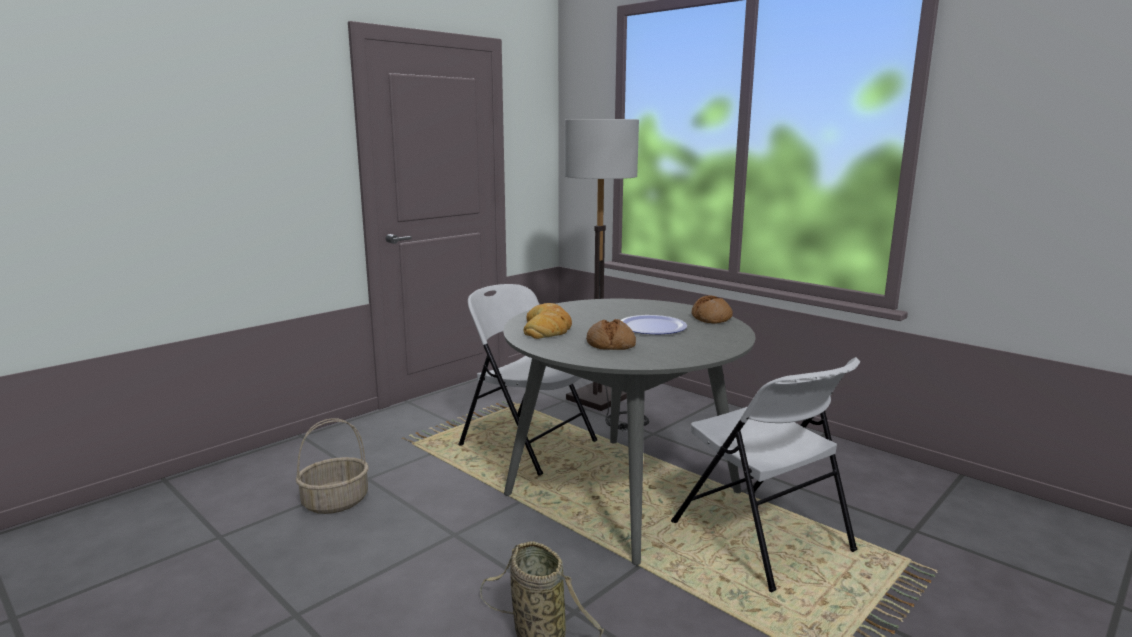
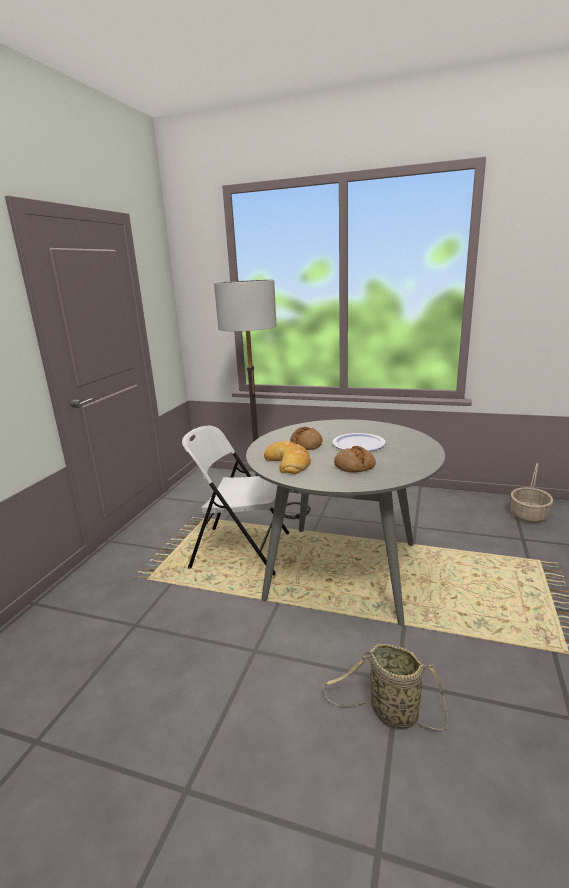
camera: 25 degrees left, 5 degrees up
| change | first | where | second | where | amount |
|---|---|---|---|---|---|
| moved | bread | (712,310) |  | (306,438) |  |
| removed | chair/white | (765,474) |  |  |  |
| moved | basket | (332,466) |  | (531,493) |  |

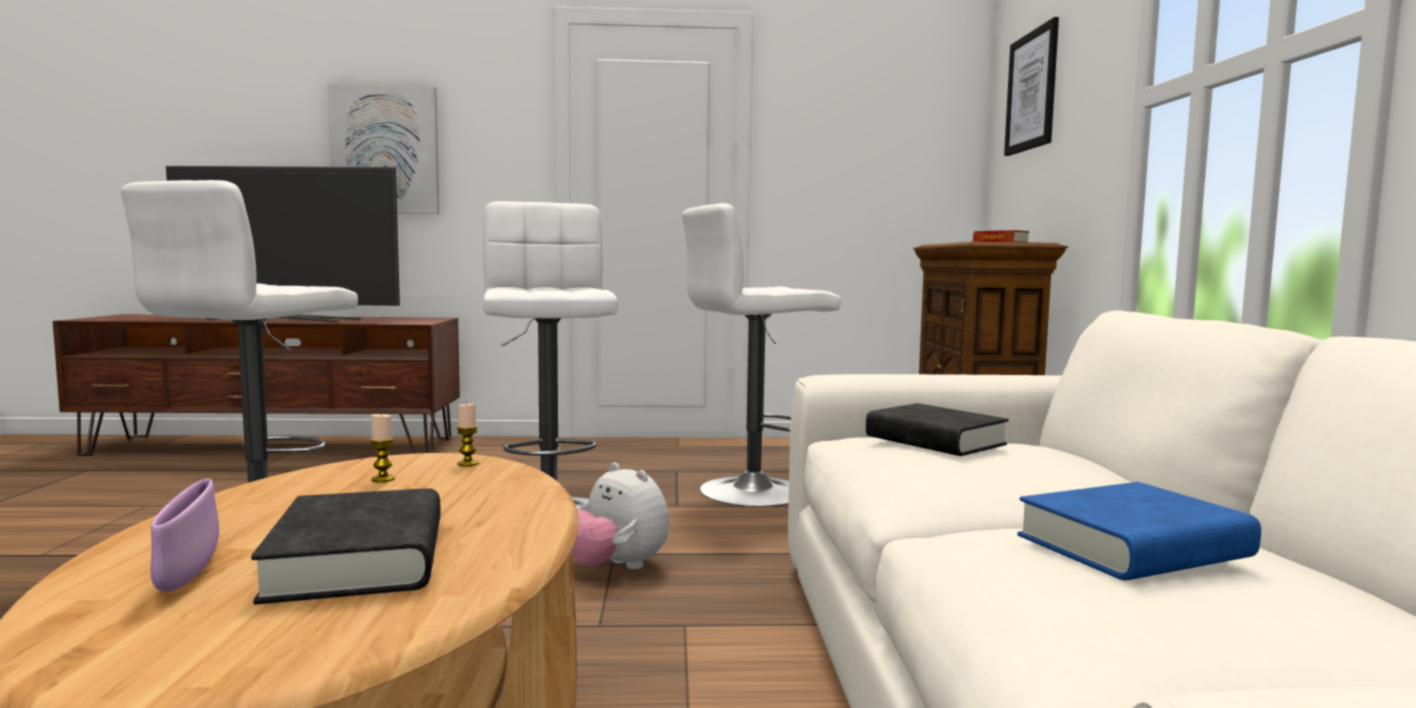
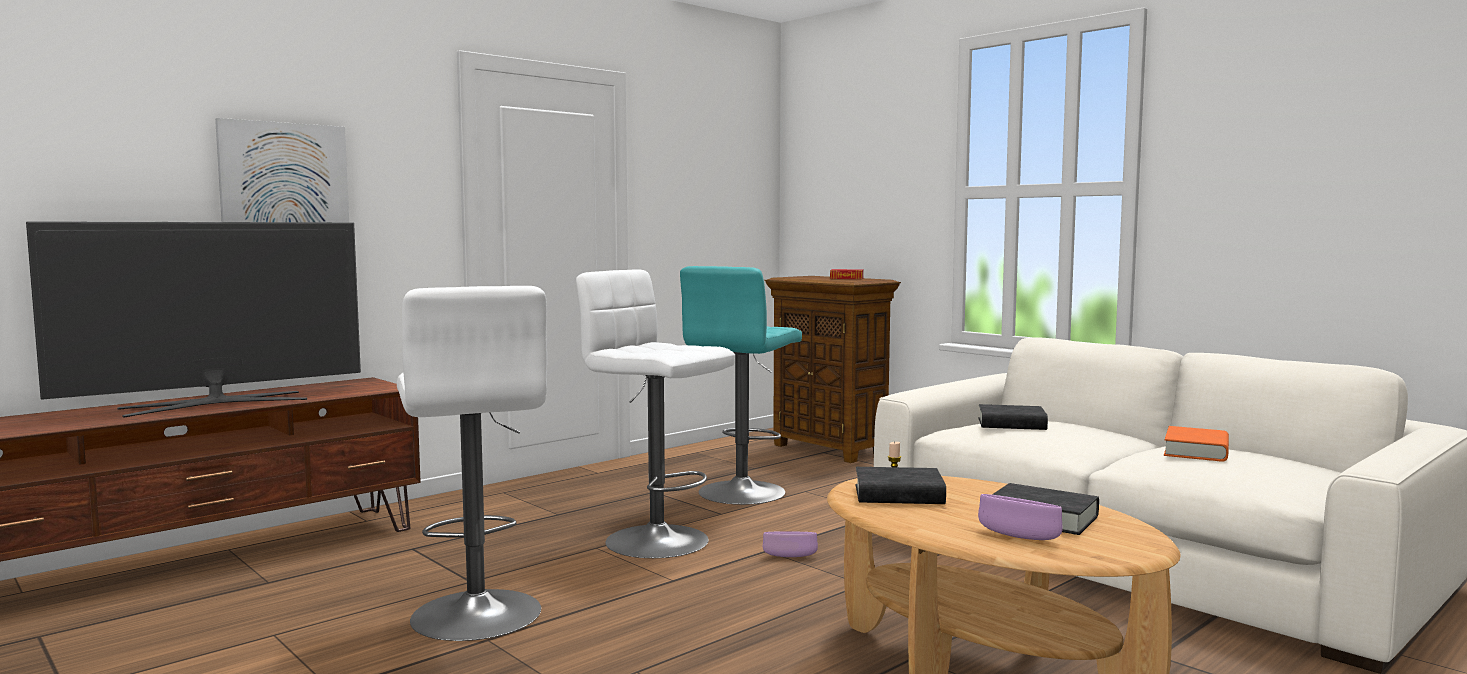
camera: 40 degrees left, 0 degrees up
| change | first | where | second | where | amount |
|---|---|---|---|---|---|
| removed | picture | (1031,86) |  |  |  |
| recoloured | stool/white | (761,355) | stool/turquoise | (741,385) |  |
| replaced | candle | (382,448) | book/black | (900,485) |  |
| replaced | plush toy | (620,516) | bowl/purple | (790,544) |  |
| recoloured | book/blue | (1139,531) | book/orange | (1196,444) |  |

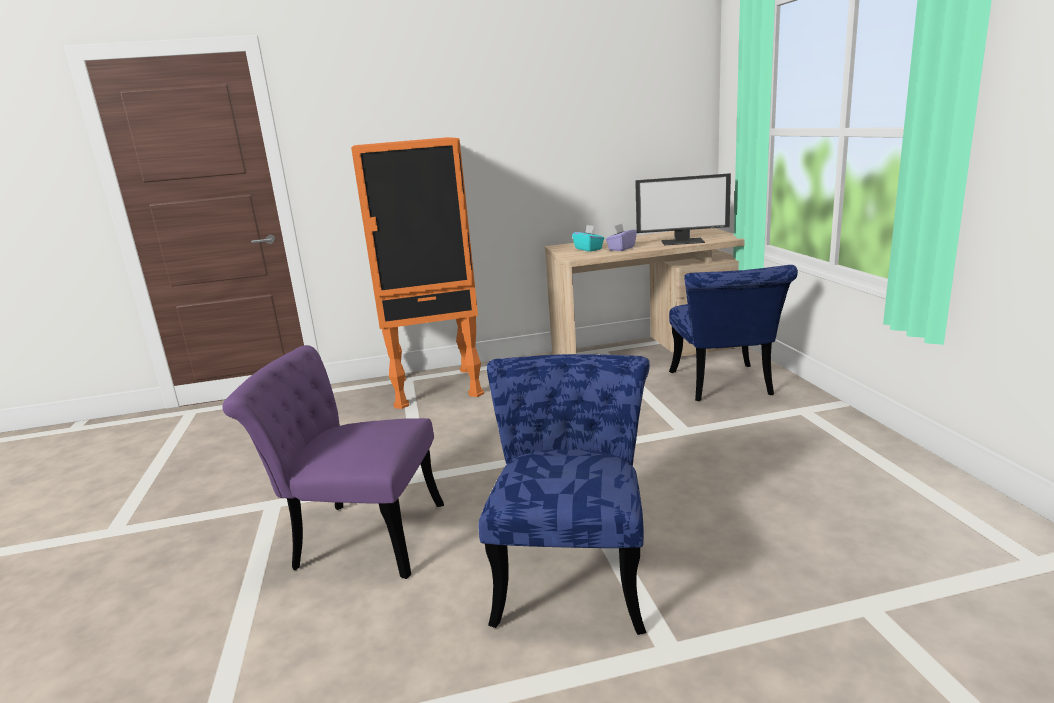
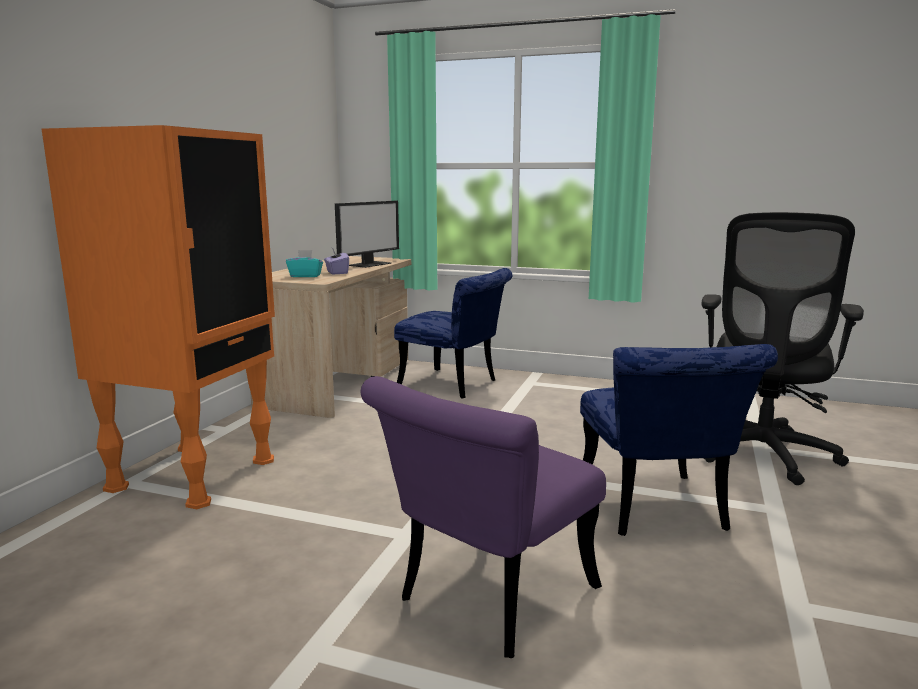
camera: 60 degrees left, 5 degrees down
| change | first | where | second | where | amount |
|---|---|---|---|---|---|
| turned | chair/blue | (564,494) |  | (679,440) | 135 degrees counterclockwise |
| added |  |  | office chair/black | (783,348) |  |

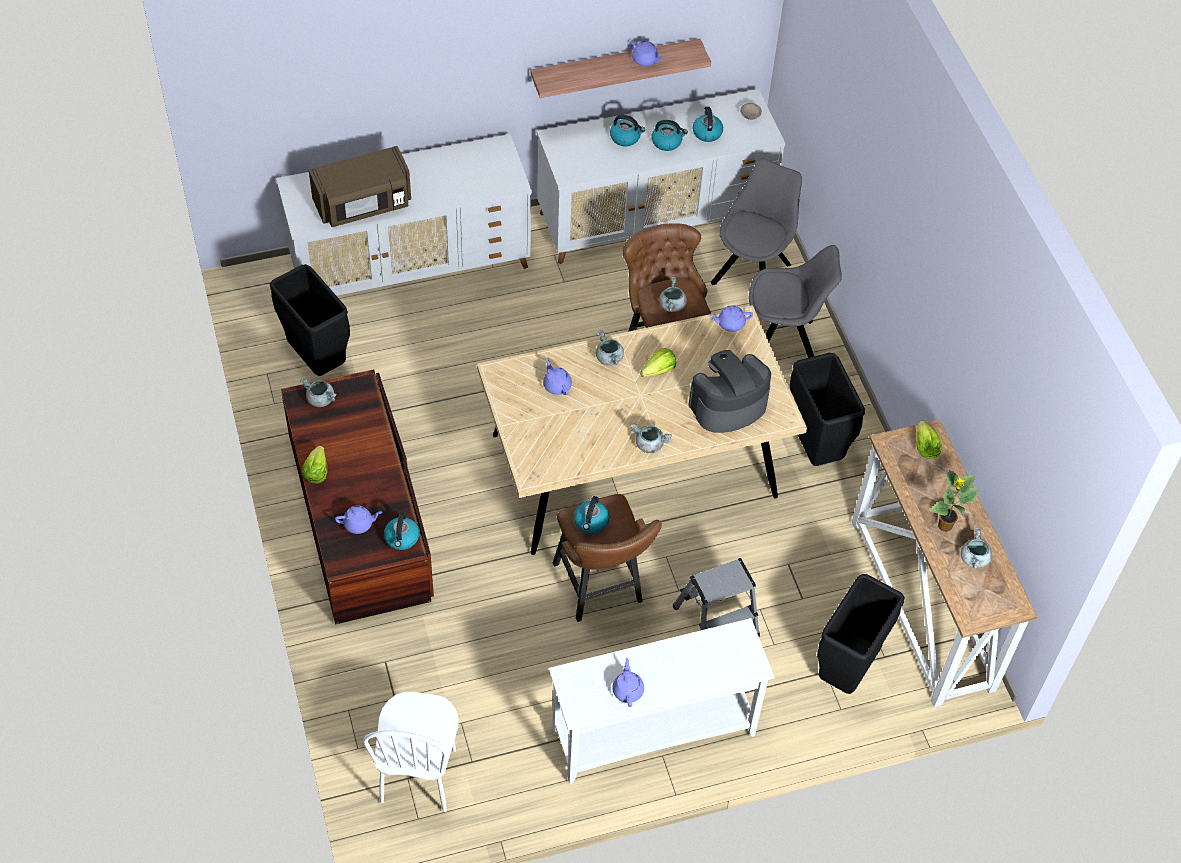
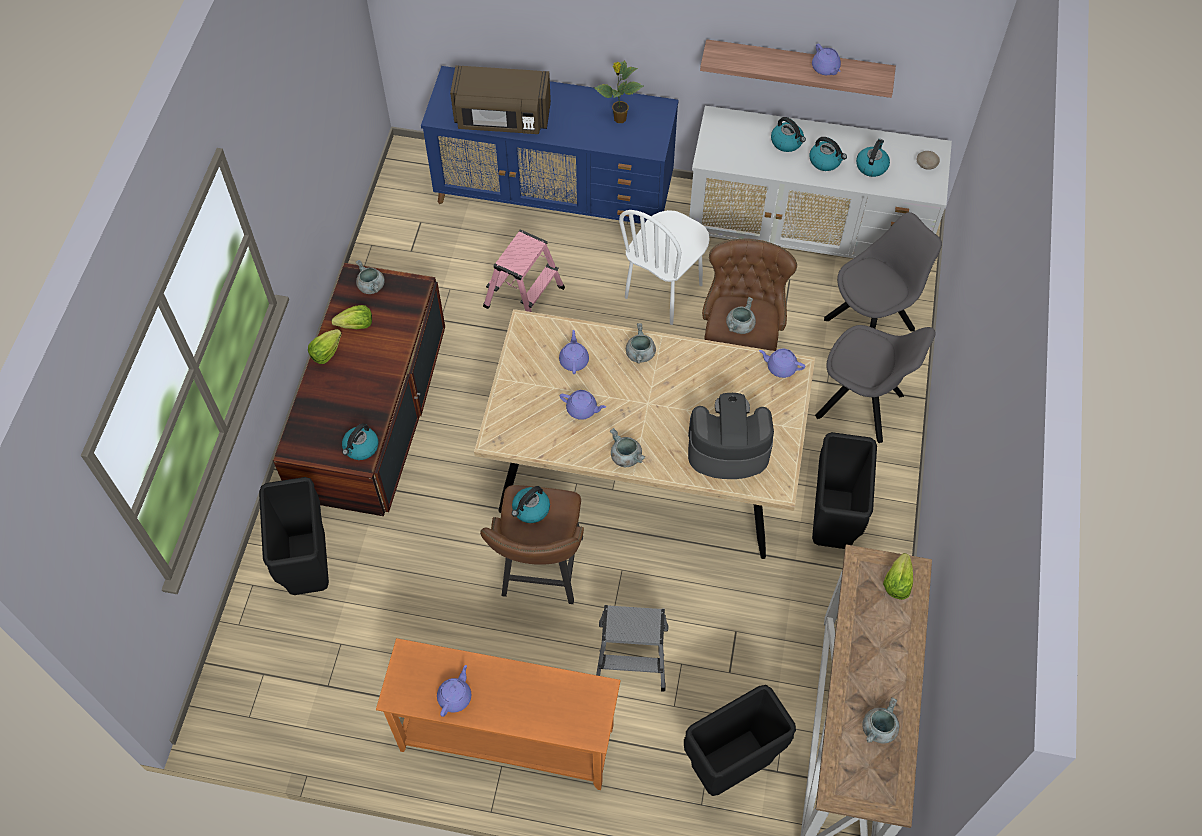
camera: 30 degrees right, 5 degrees up
| change | first | where | second | where | amount |
|---|---|---|---|---|---|
| recoloured | dresser/white | (404,215) | dresser/blue | (550,145) |  |
| moved | trash can/black | (310,320) |  | (294,536) |  |
| moved | lettuce | (658,362) |  | (352,317) |  |
| moved | potted plant | (954,501) |  | (619,92) |  |
| moved | teapot/purple | (358,520) |  | (583,405) |  |
| recoloured | console table/white | (662,701) | console table/orange | (498,714) |  |
| moved | chair/white | (411,752) |  | (664,267) |  |
| added |  |  | step ladder/pink | (524,270) |  |

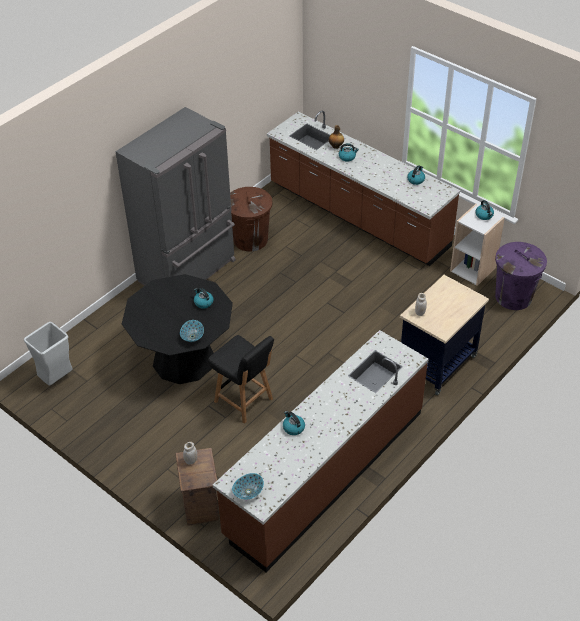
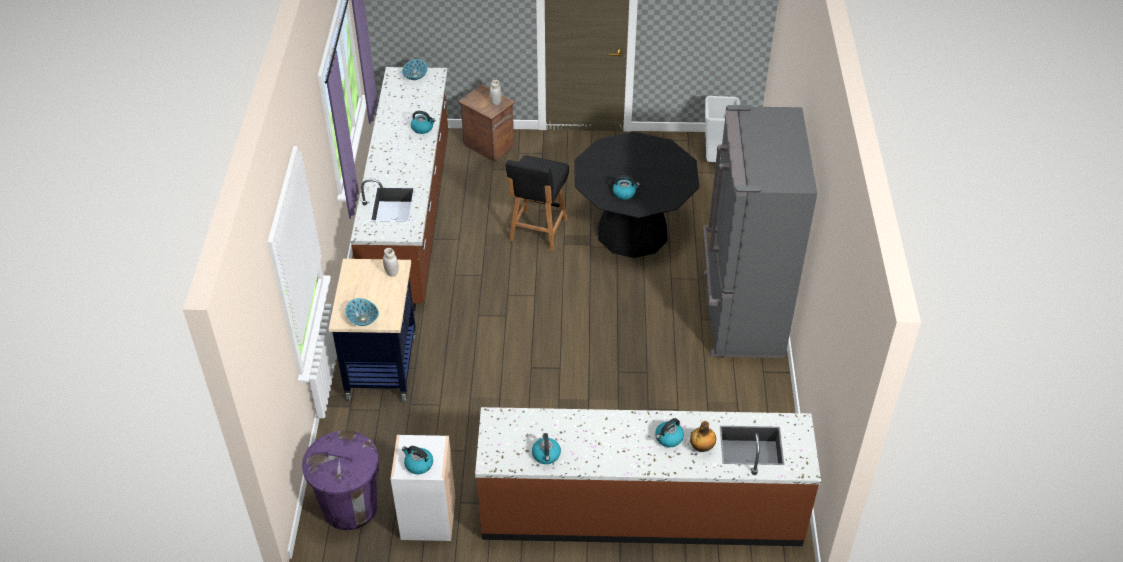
camera: 140 degrees right, 0 degrees up
| change | first | where | second | where | amount |
|---|---|---|---|---|---|
| removed | trash can/brown | (251,219) |  |  |  |
| moved | bowl | (192,331) |  | (362,312) |  |
| turned | chair/black | (241,379) |  | (537,203) | 75 degrees counterclockwise |

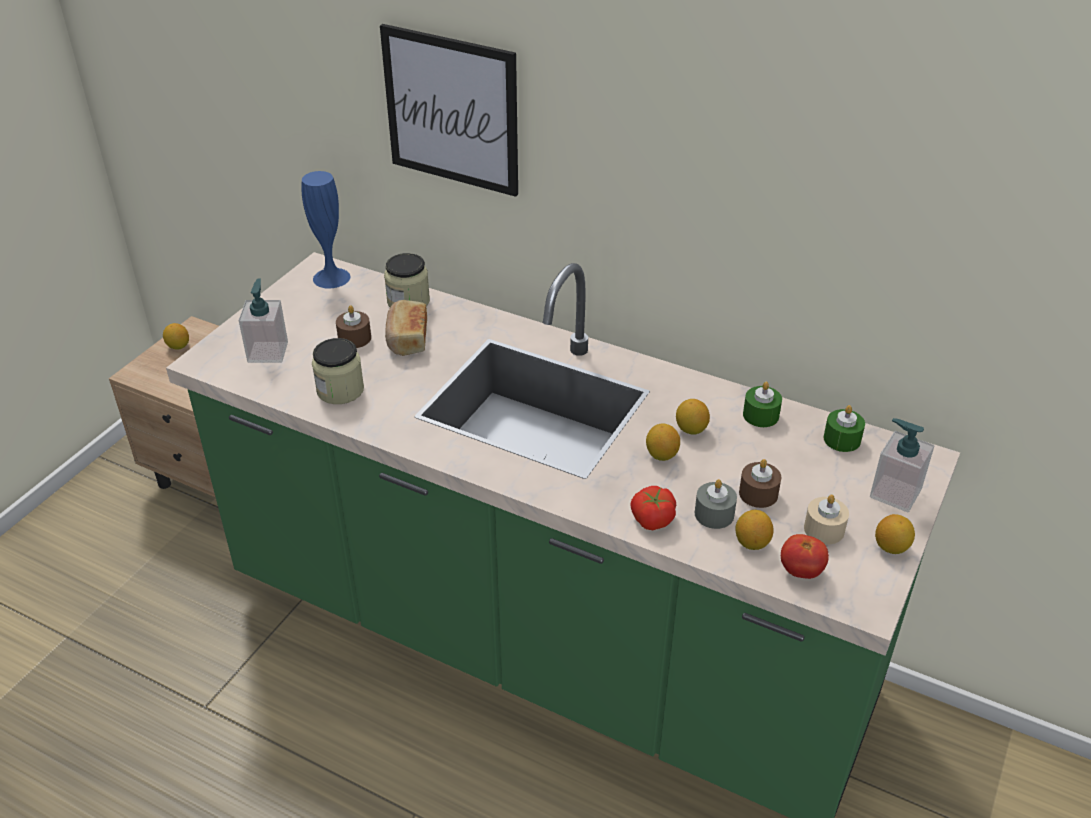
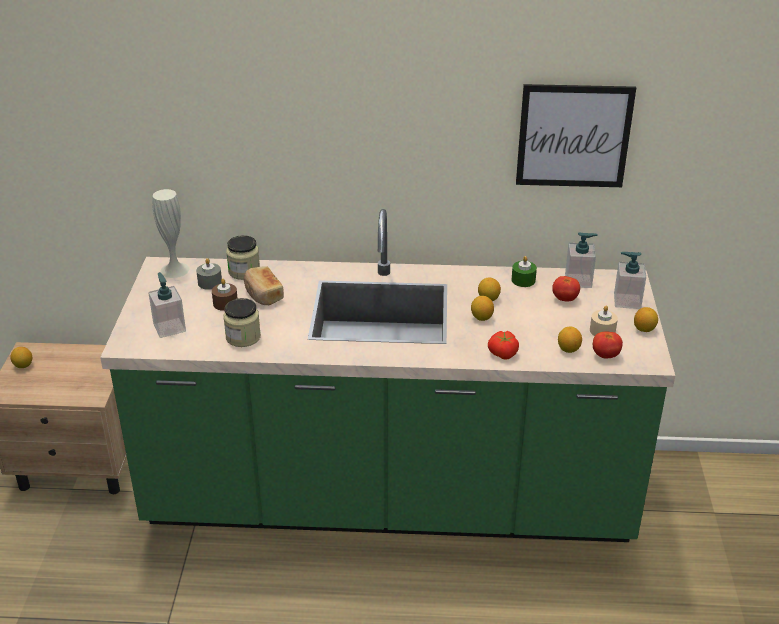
camera: 25 degrees left, 5 degrees down
| change | first | where | second | where | amount |
|---|---|---|---|---|---|
| moved | picture | (449,110) |  | (576,135) |  |
| recoloured | vase/blue | (326,230) | vase/white | (170,233) |  |
| replaced | candle/green | (844,428) | soap dispenser | (581,260) |  |
| removed | candle/brown | (760,483) |  |  |  |
| moved | candle/grey | (716,504) |  | (209,274) |  |
| added |  |  | tomato | (566,289) |  |

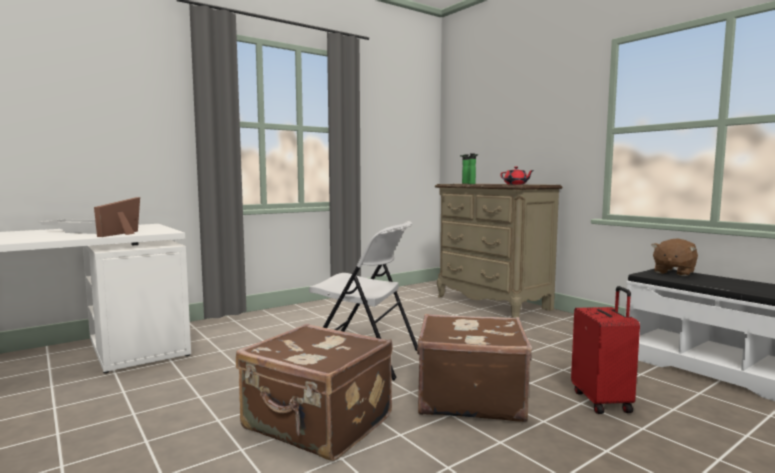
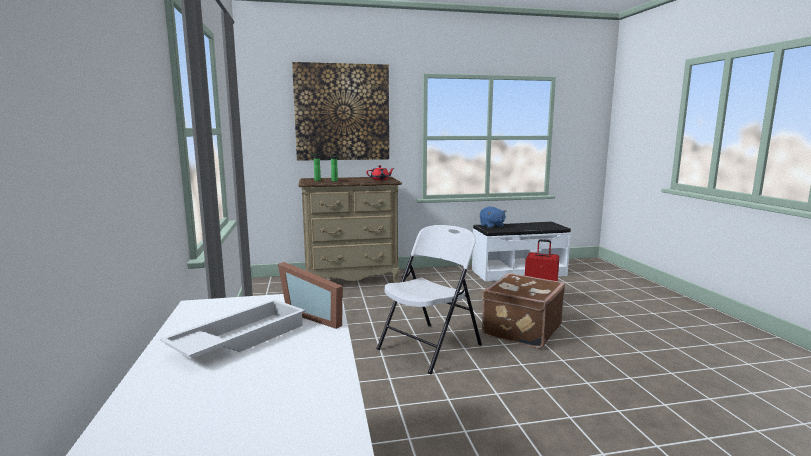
camera: 65 degrees left, 5 degrees up
| change | first | where | second | where | amount |
|---|---|---|---|---|---|
| recoloured | plush toy/brown | (674,257) | plush toy/blue | (493,217) |  |
| removed | suitcase/brown | (314,392) |  |  |  |
| added |  |  | picture | (340,111) |  |

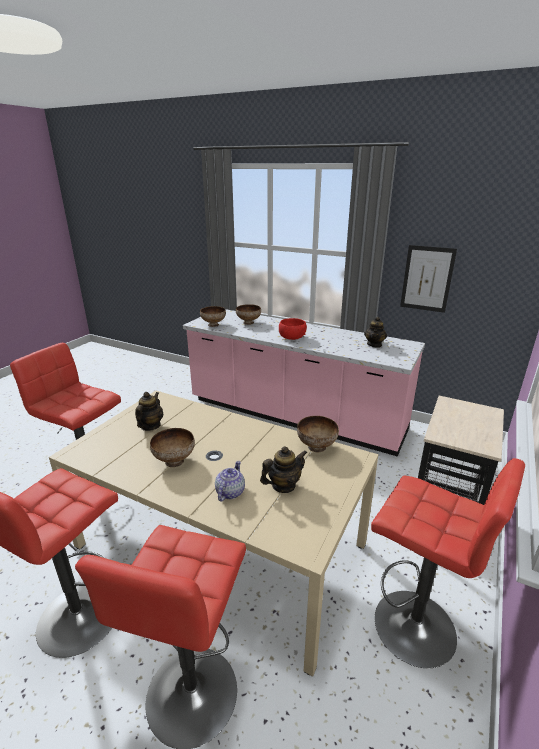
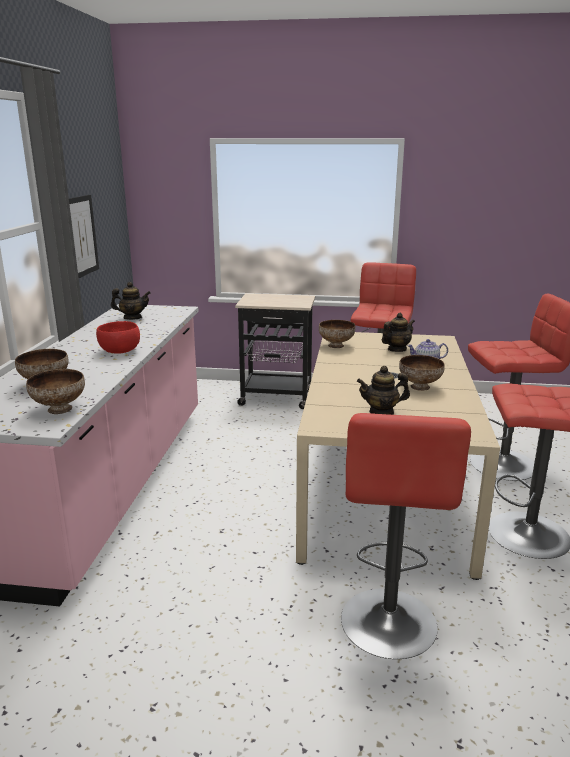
camera: 110 degrees left, 5 degrees down
| change | first | where | second | where | amount |
|---|---|---|---|---|---|
| turned | teapot | (283,469) |  | (398,332) | 105 degrees clockwise |

